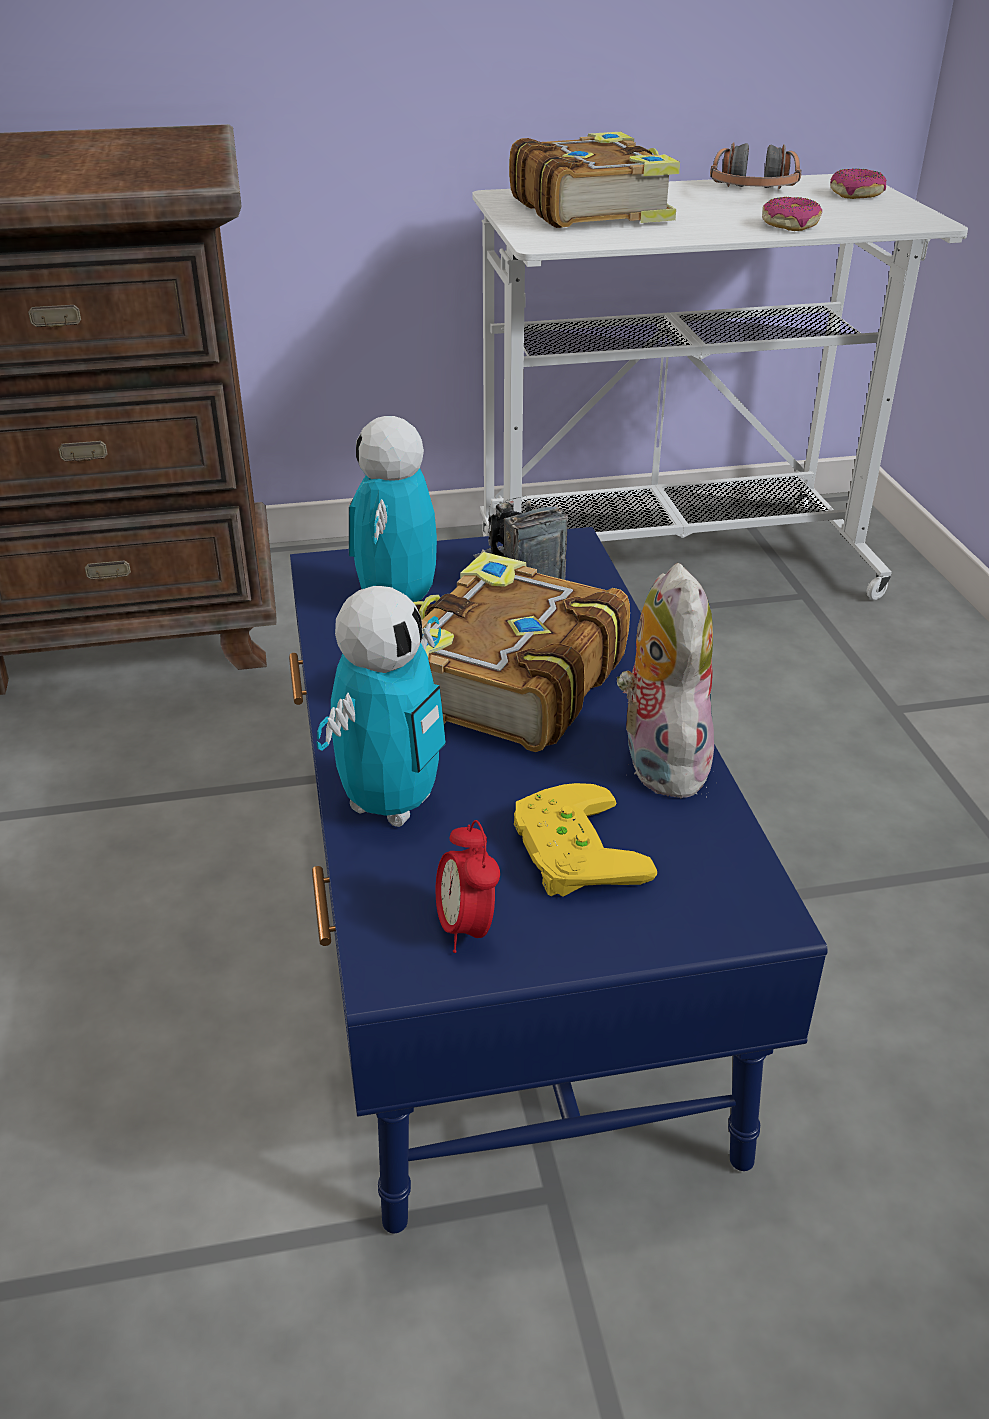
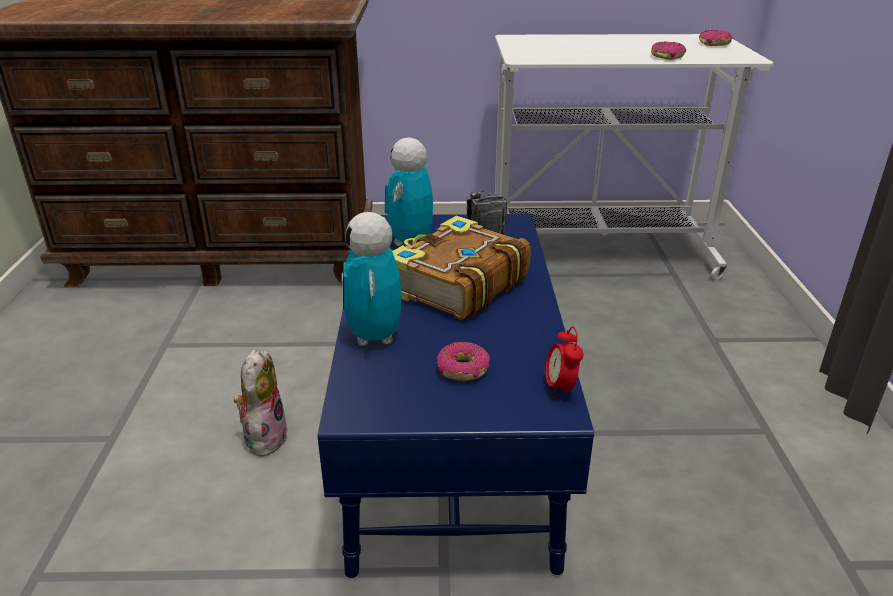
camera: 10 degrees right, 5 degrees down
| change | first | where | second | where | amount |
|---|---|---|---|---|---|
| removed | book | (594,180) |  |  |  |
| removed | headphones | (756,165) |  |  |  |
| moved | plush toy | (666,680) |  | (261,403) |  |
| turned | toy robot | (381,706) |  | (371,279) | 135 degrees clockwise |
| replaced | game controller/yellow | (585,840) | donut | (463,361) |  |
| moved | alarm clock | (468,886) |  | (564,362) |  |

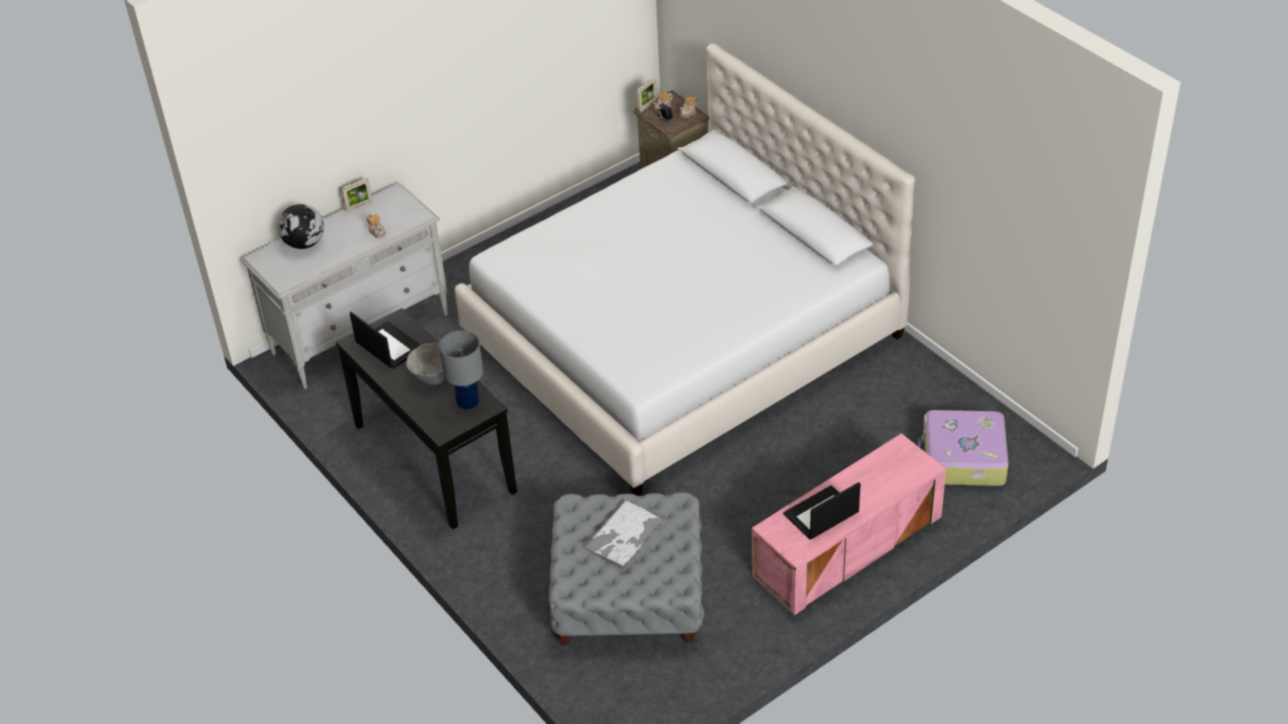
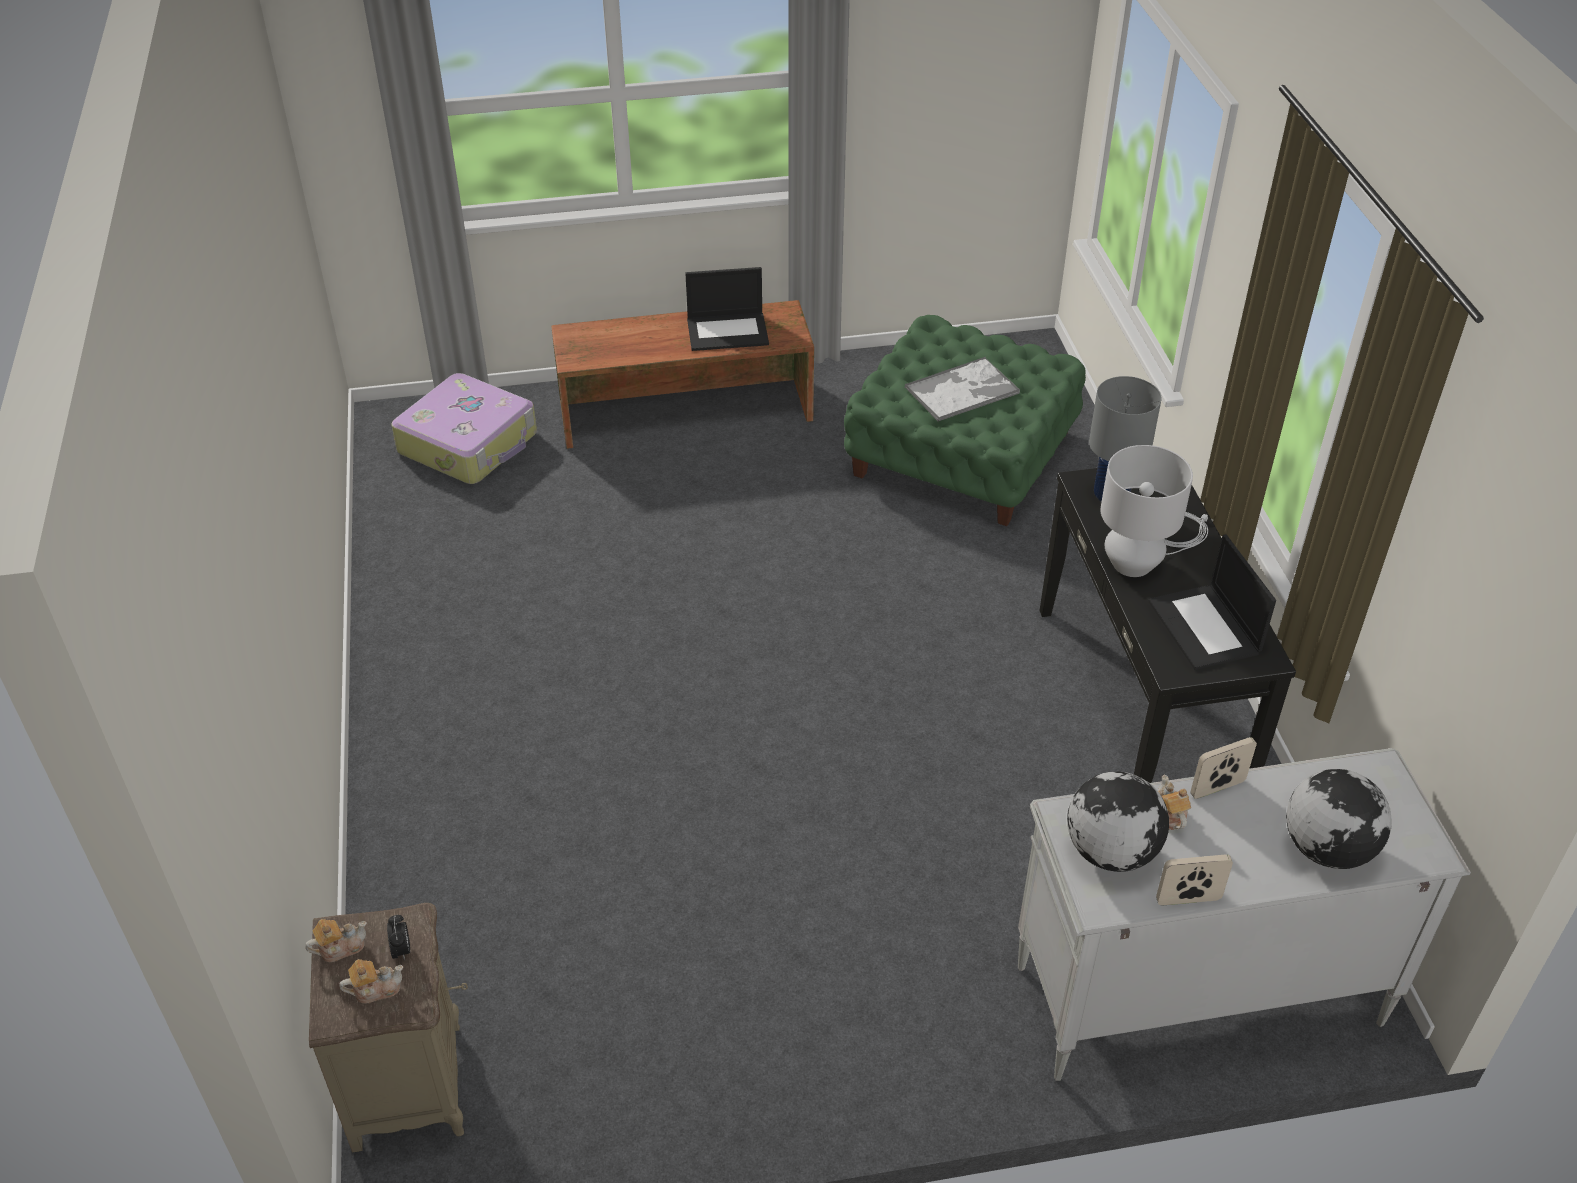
camera: 155 degrees left, 0 degrees up
| change | first | where | second | where | amount |
|---|---|---|---|---|---|
| removed | bed/white | (685,269) |  |  |  |
| moved | picture frame | (647,95) |  | (1223,768) |  |
| replaced | bowl/grey | (425,364) | table lamp/grey | (1154,511) |  |
| recoloured | bench/pink | (849,524) | bench/brown | (682,374) |  |
| recoloured | ottoman/grey | (626,568) | ottoman/green | (965,420) |  |
| added |  |  | globe | (1118,822) |  |

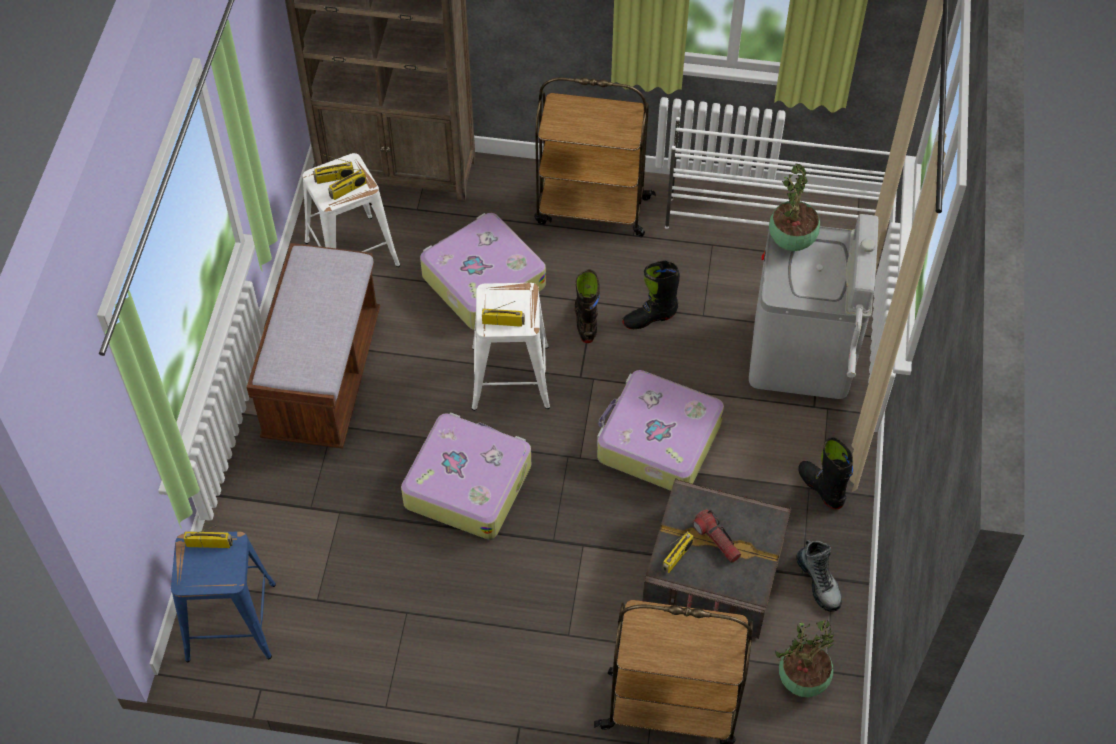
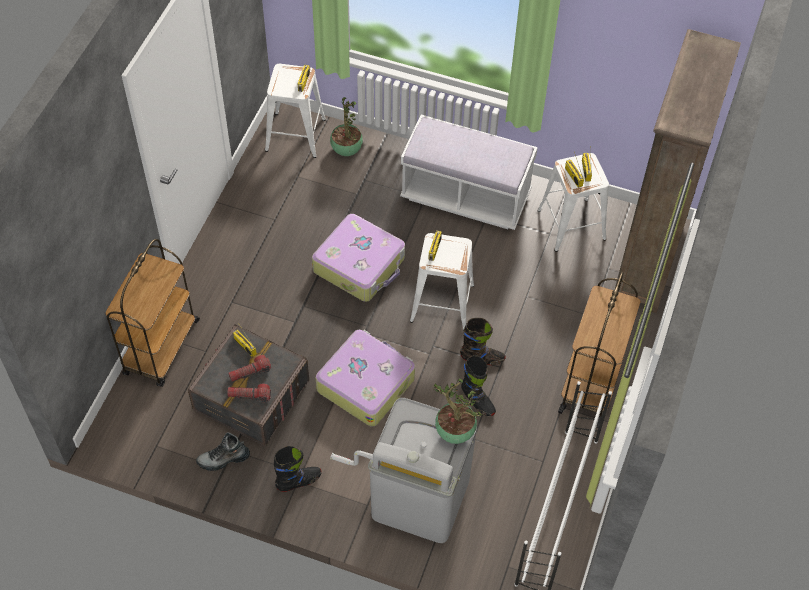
camera: 100 degrees right, 0 degrees up
| change | first | where | second | where | amount |
|---|---|---|---|---|---|
| removed | suitcase | (483,271) |  |  |  |
| recoloured | bench/brown | (313,346) | bench/white | (469,172) |  |
| turned | boot/black | (651,294) |  | (478,385) | 150 degrees clockwise |
| recoloured | stool/blue | (223,596) | stool/white | (295,111) |  |
| moved | potted plant | (804,658) |  | (346,126) |  |
| added |  |  | flashlight | (249,393) |  |

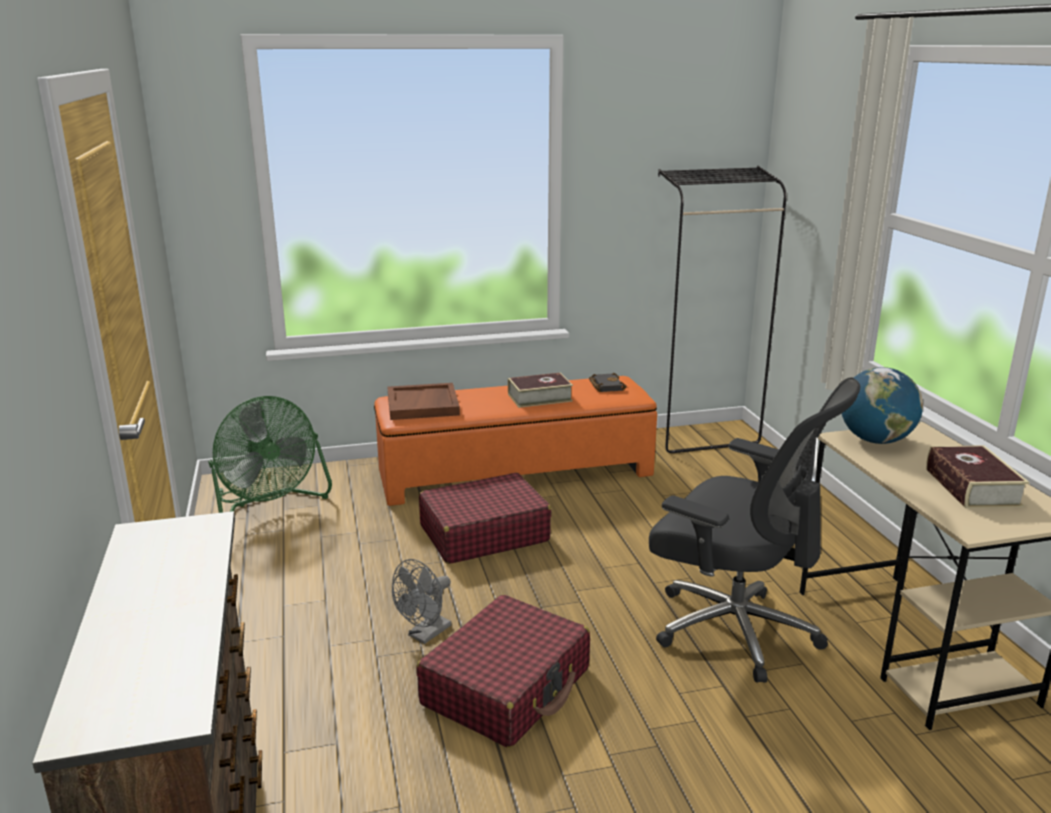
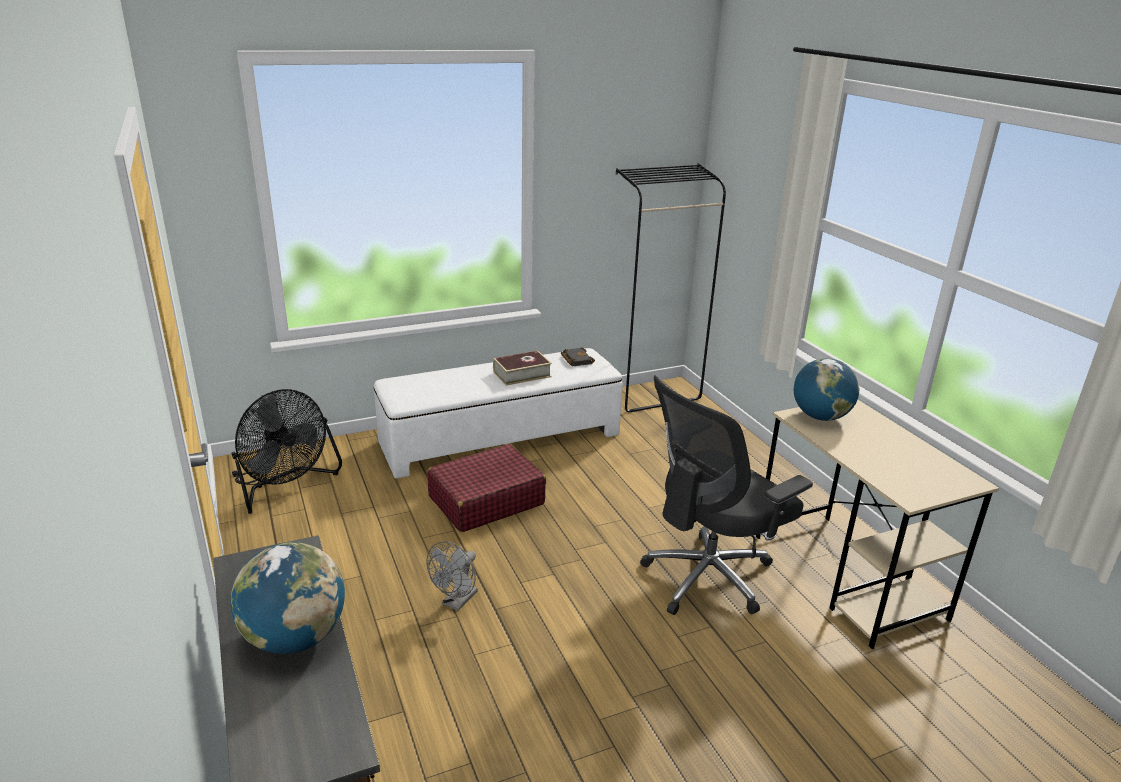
camera: 10 degrees left, 5 degrees up
| change | first | where | second | where | amount |
|---|---|---|---|---|---|
| recoloured | bench/orange | (515,441) | bench/white | (498,413) |  |
| turned | office chair | (754,530) |  | (726,495) | 120 degrees clockwise |
| removed | tray/brown | (423,401) |  |  |  |
| recoloured | fan/green | (270,454) | fan/black | (286,451) |  |
| removed | book | (978,476) |  |  |  |
| removed | suitcase/red | (503,671) |  |  |  |
| added |  |  | globe | (288,598) |  |

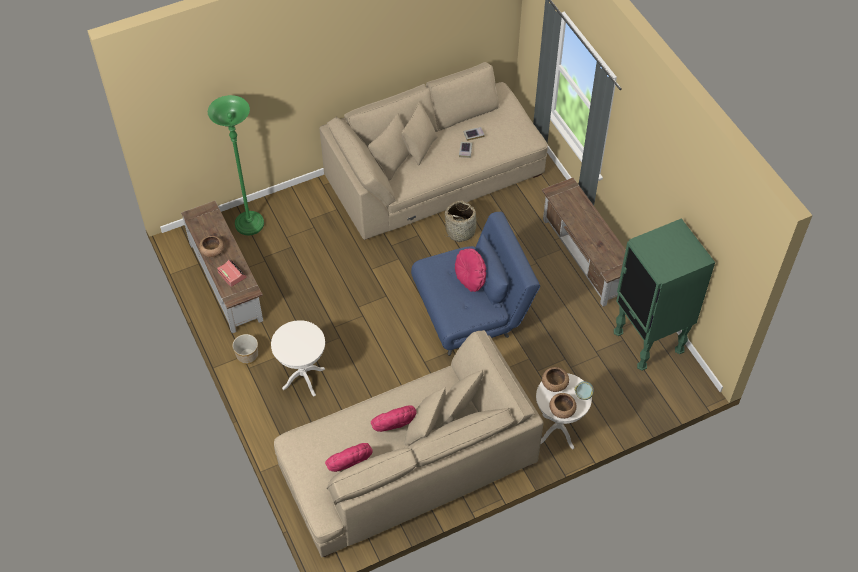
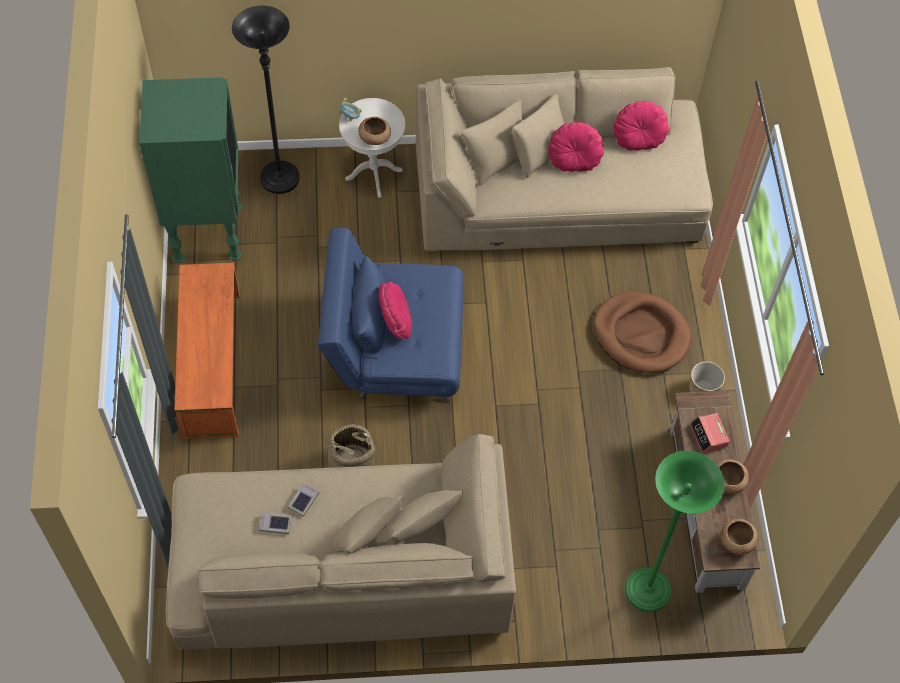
camera: 160 degrees left, 5 degrees up
| change | first | where | second | where | amount |
|---|---|---|---|---|---|
| replaced | tv stand/brown | (584,242) | bench/orange | (207,351) |  |
| replaced | side table/white | (298,358) | dog bed/brown | (642,332) |  |
| moved | bowl/brown | (562,406) |  | (739,537) |  |
| added |  |  | floor lamp/black | (265,100) |  |

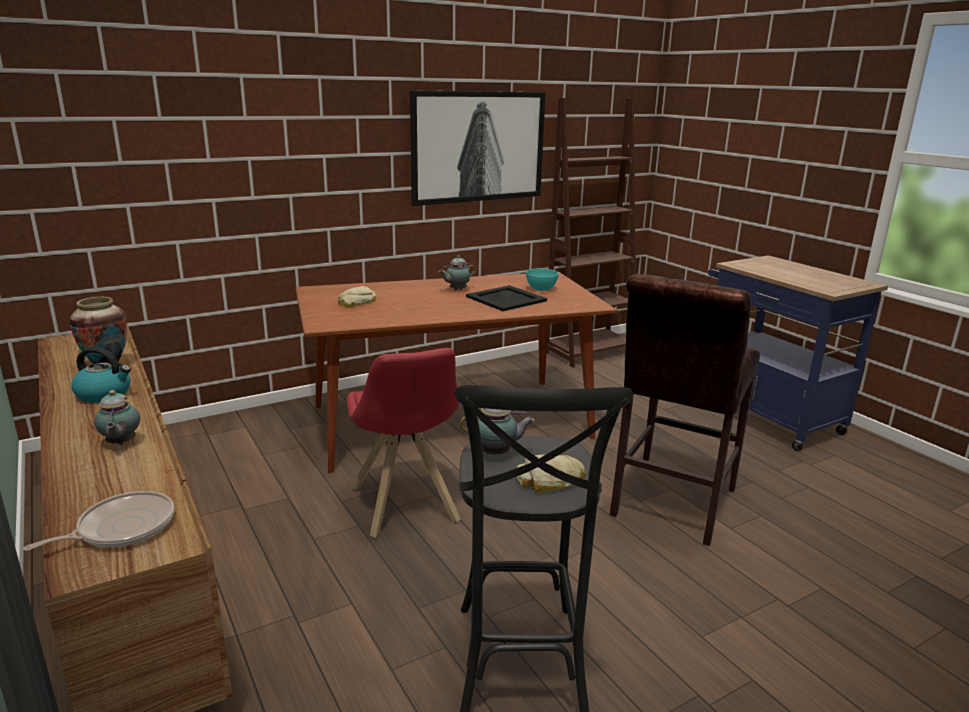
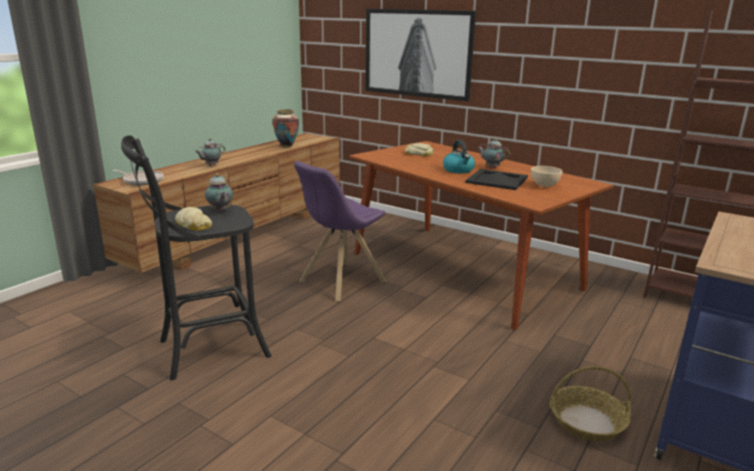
camera: 65 degrees right, 0 degrees up
| change | first | where | second | where | amount |
|---|---|---|---|---|---|
| moved | picture | (478,148) |  | (420,55) |  |
| recoloured | bowl/turquoise | (542,280) | bowl/beige | (547,176) |  |
| removed | stool/brown | (685,410) |  |  |  |
| moved | kettle | (101,375) |  | (459,156) |  |
| recoloured | chair/red | (404,443) | chair/purple | (340,231) |  |
| added |  |  | basket | (590,403) |  |

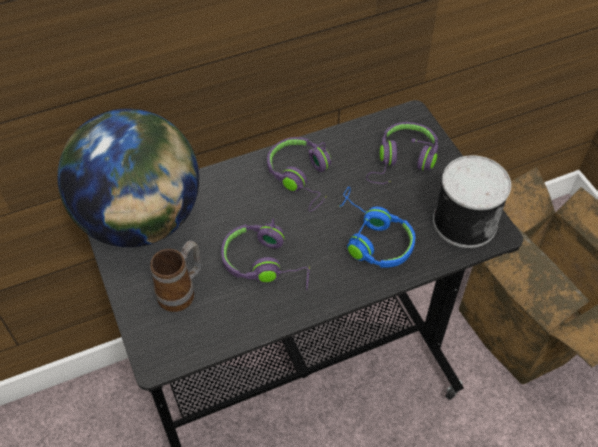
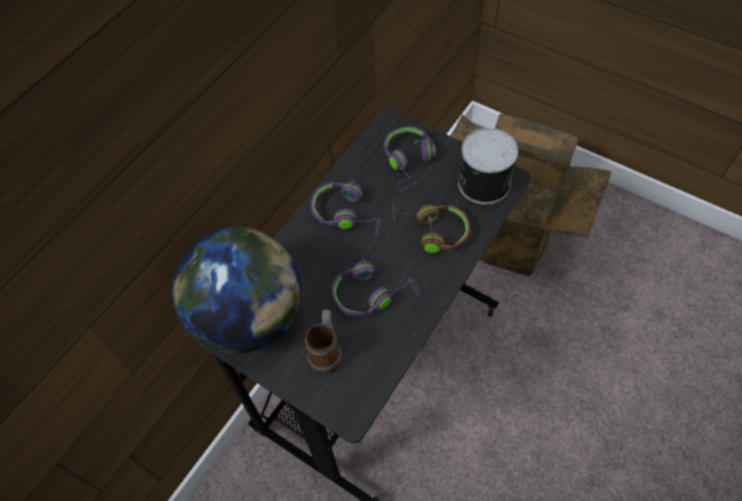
camera: 30 degrees left, 5 degrees up
| change | first | where | second | where | amount |
|---|---|---|---|---|---|
| recoloured | headphones/blue | (377,227) | headphones/brown | (431,228) |  |

